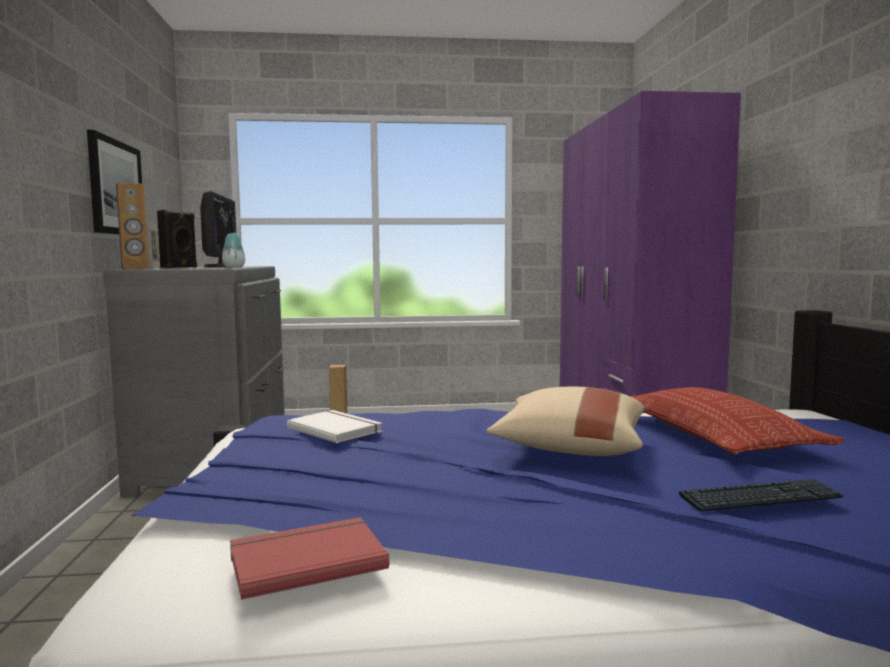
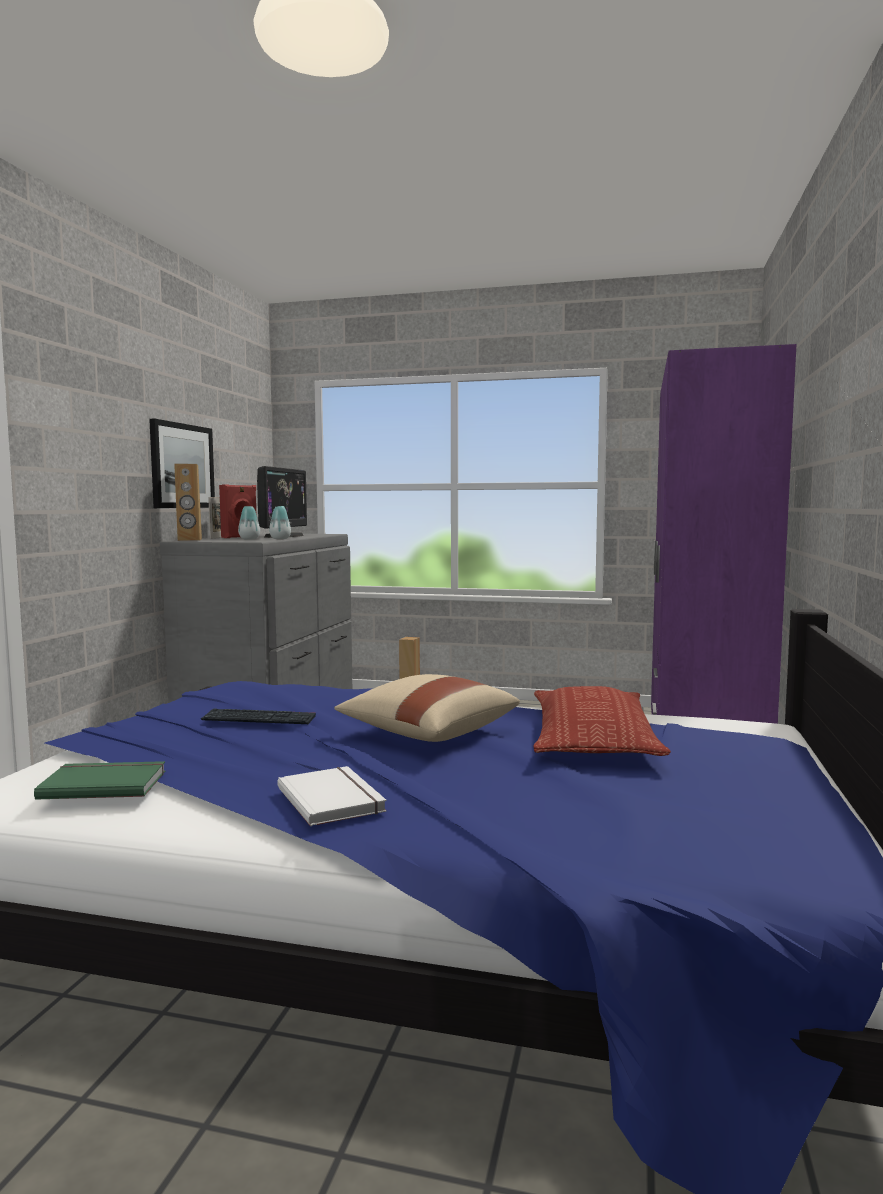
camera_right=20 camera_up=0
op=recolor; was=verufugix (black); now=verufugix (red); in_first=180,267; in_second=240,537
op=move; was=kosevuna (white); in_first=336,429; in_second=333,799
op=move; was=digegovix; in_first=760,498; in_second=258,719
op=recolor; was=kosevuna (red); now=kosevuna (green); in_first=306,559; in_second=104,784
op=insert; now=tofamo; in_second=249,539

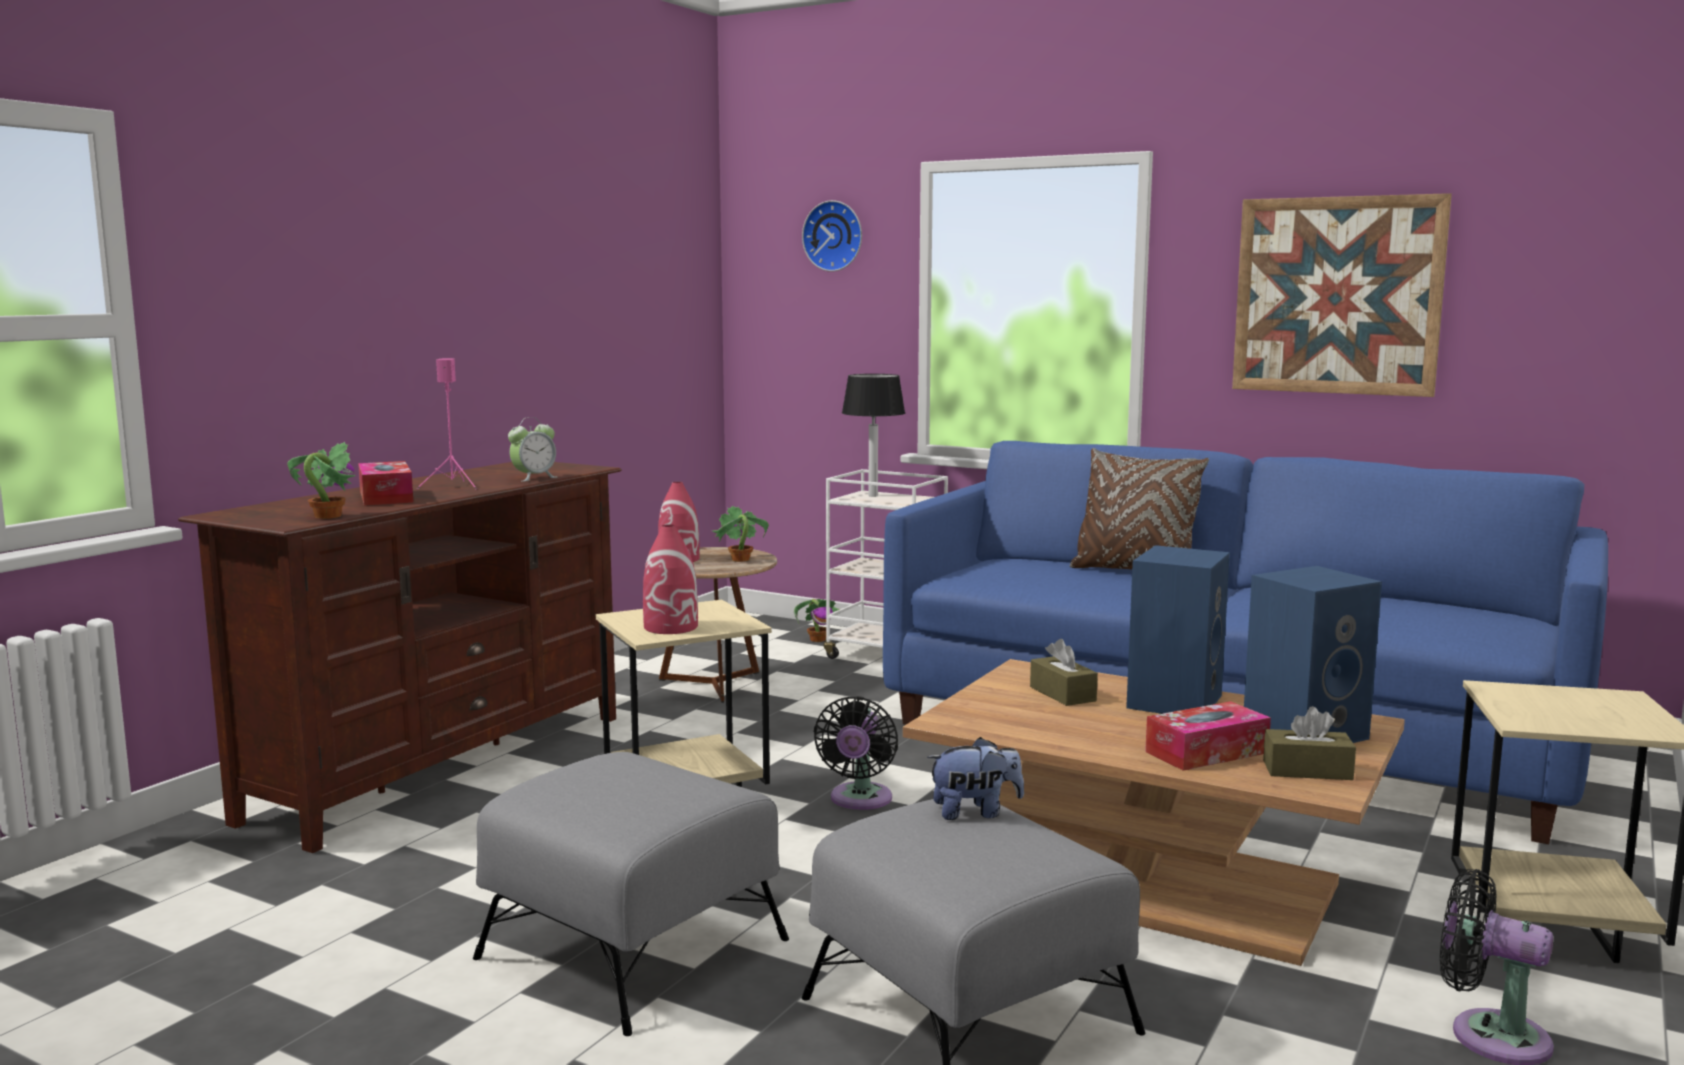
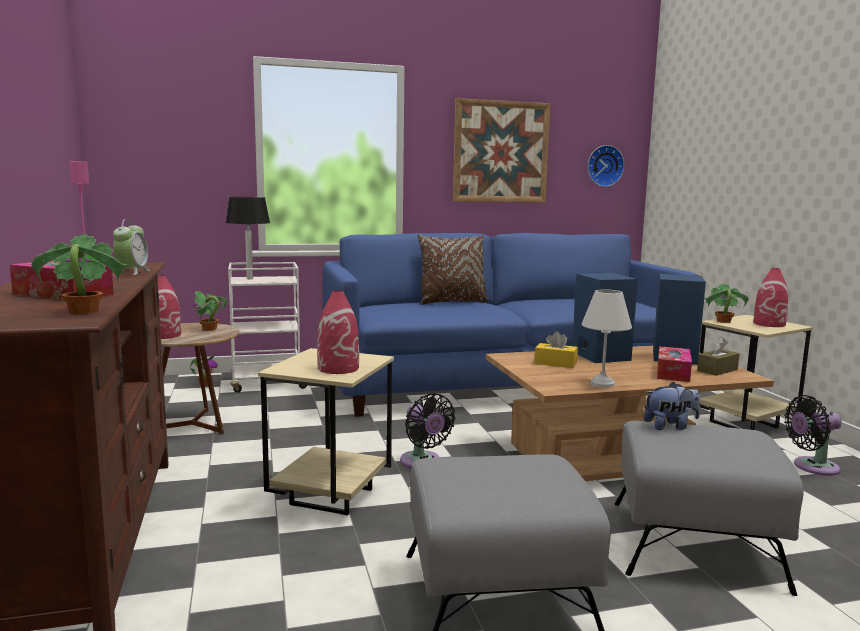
camera_right=-45 camera_up=0
op=move; was=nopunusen; in_first=834,236; in_second=604,166
op=recolor; was=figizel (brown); now=figizel (yellow); in_first=1062,694; in_second=555,363
op=rotate; was=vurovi; in_first=975,812; in_second=670,426; clockwise=45
op=insert; now=tofamo (red); in_second=769,324
op=insert; now=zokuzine; in_second=723,321
op=insert; now=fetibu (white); in_second=601,384

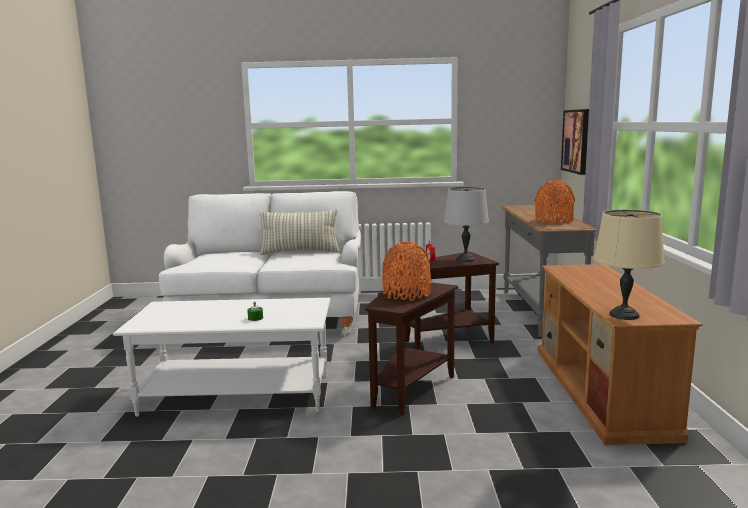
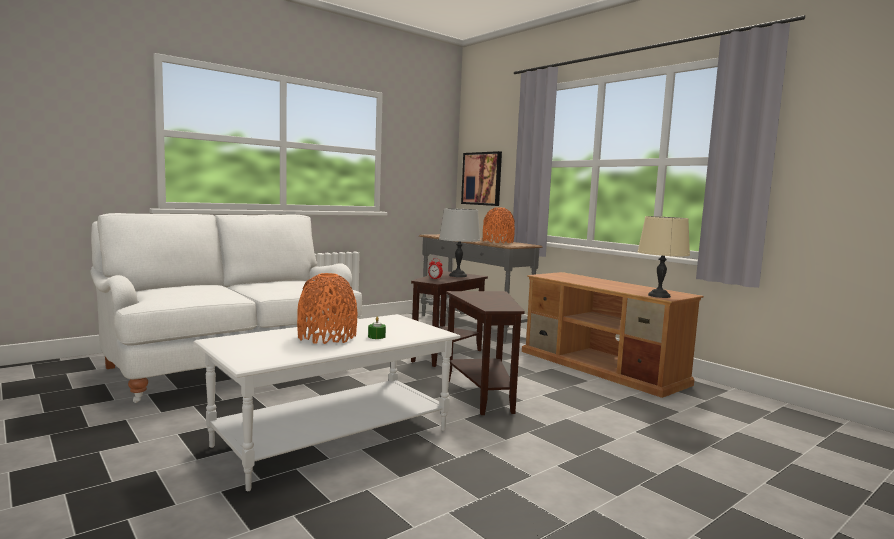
camera_right=-40 camera_up=-5
op=delete; was=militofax; in_first=300,252
op=move; was=tofamo (orange); in_first=406,294; in_second=327,337

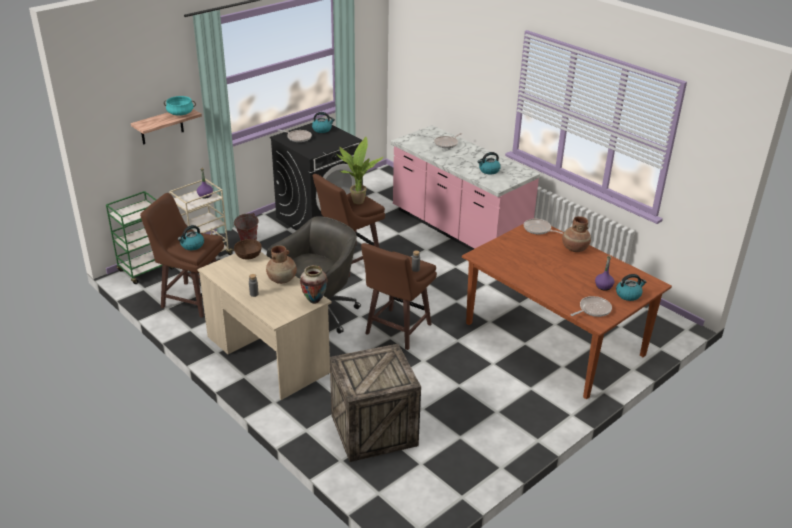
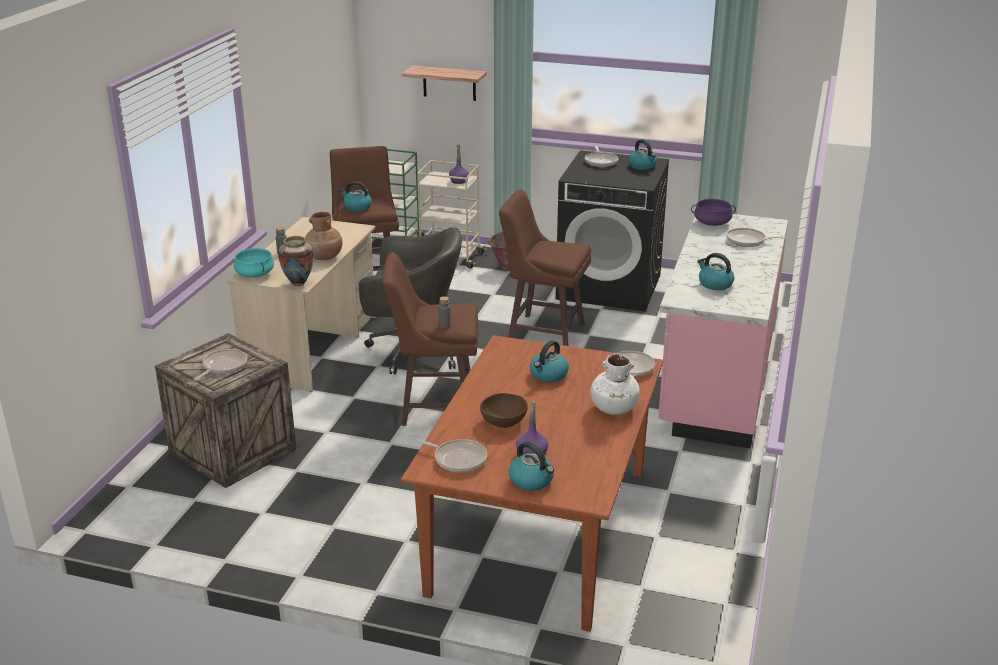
camera_right=60 camera_up=-5
op=move; was=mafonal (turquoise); in_first=180,113; in_second=255,274
op=delete; was=zokuzine; in_first=356,201
op=recolor; was=tofamo (brown); now=tofamo (white); in_first=574,248; in_second=613,408
op=move; was=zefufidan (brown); in_first=248,256; in_second=504,421
op=insert; now=mafonal (purple); in_second=712,223
op=insert; now=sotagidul; in_second=548,375
op=insert; now=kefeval; in_second=223,366

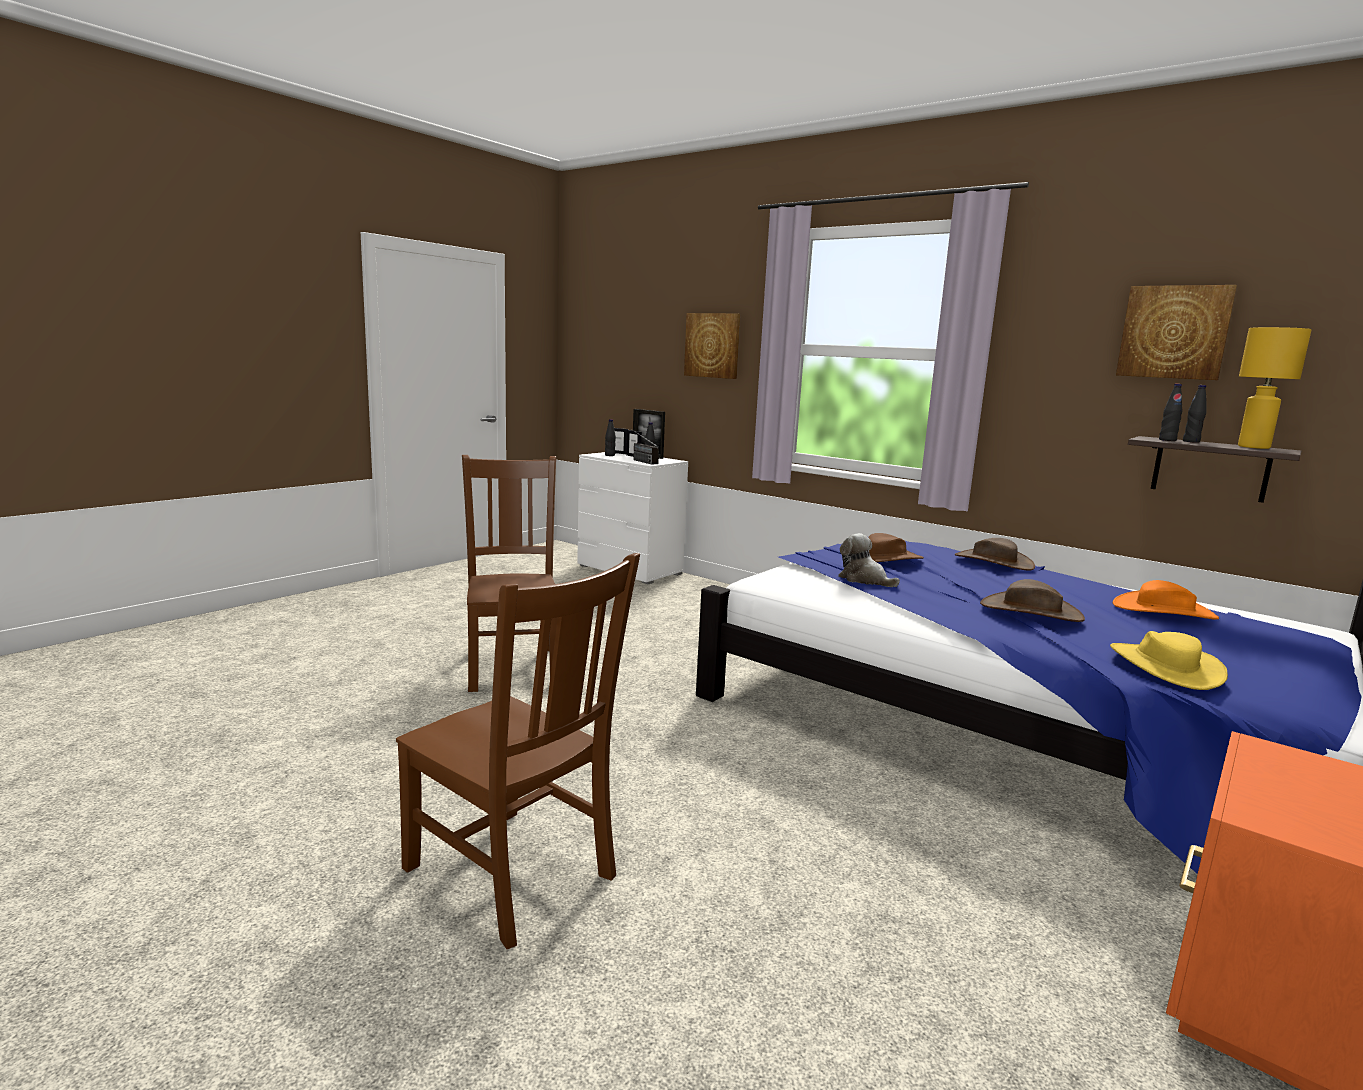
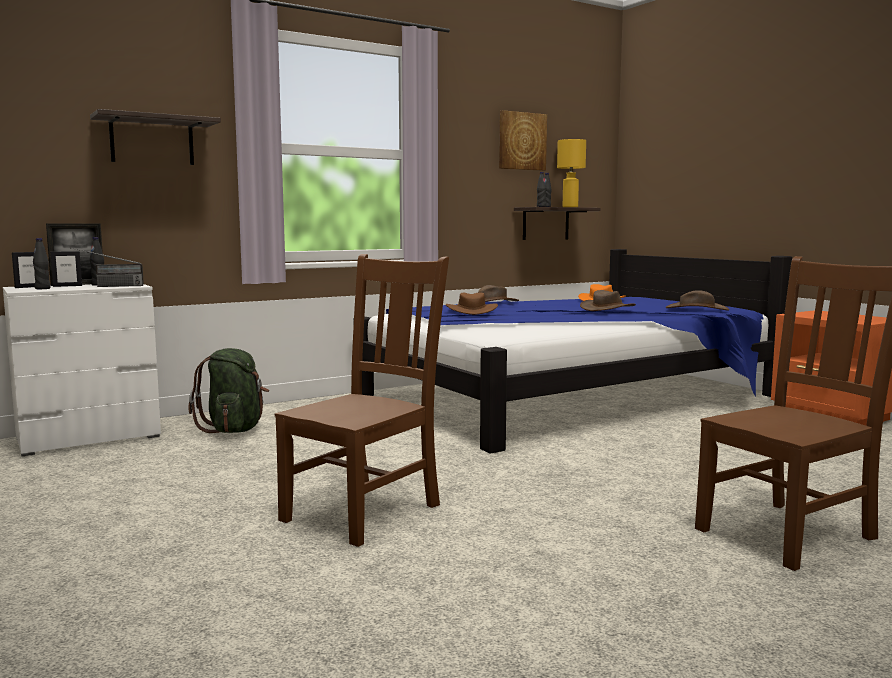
camera_right=-70 camera_up=-5
op=replace; was=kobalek; now=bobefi; in_first=713,345; in_second=152,141
op=rotate; was=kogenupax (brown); in_first=513,666; in_second=365,511; clockwise=120
op=delete; was=vurovi; in_first=864,580
op=recolor; was=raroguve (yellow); now=raroguve (brown); in_first=1165,666; in_second=697,309
op=insert; now=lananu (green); in_second=234,430

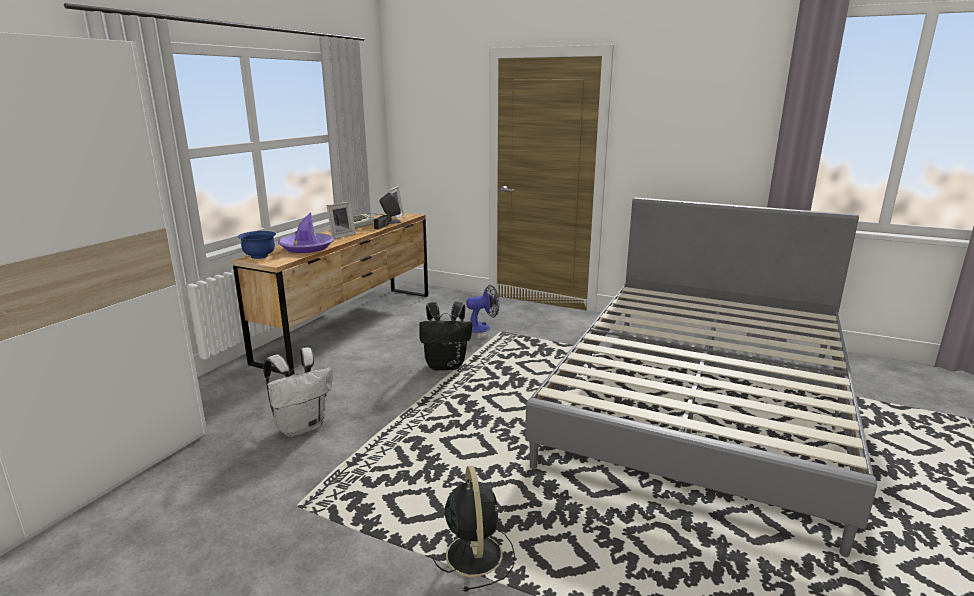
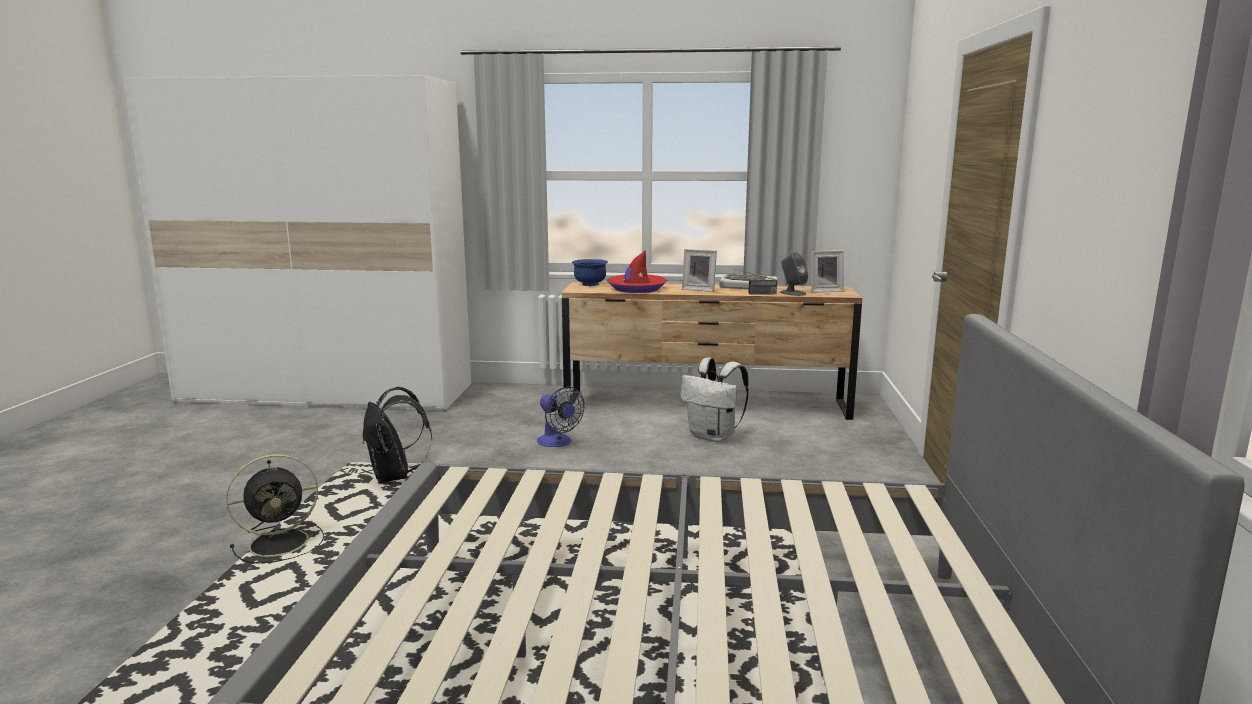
camera_right=70 camera_up=-5
op=recolor; was=raroguve (purple); now=raroguve (red); in_first=307,248; in_second=636,289
op=move; was=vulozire; in_first=482,327; in_second=558,442
op=move; was=lananu (black); in_first=446,365; in_second=394,476
op=move; was=lananu (white); in_first=301,426; in_second=713,436

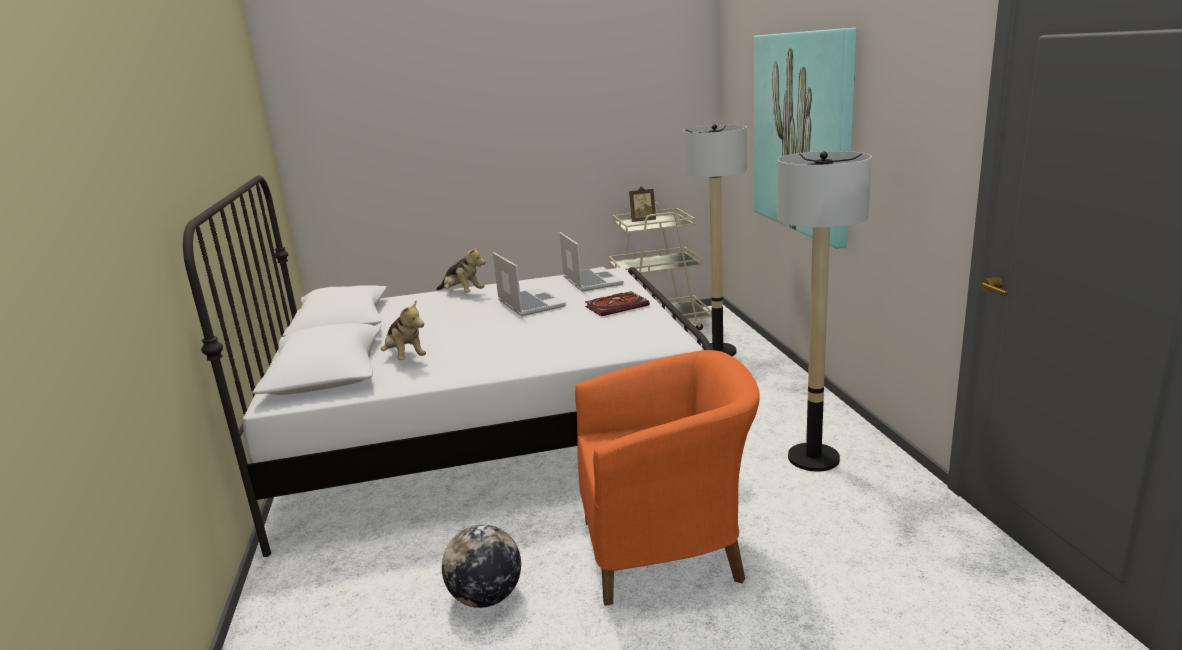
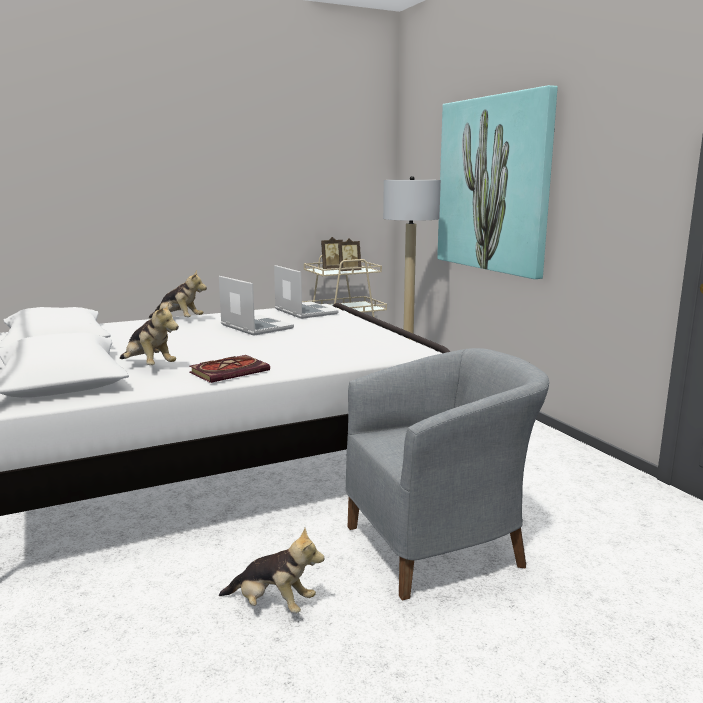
camera_right=-15 camera_up=-5
op=delete; was=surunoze; in_first=814,458
op=move; was=kosevuna; in_first=617,306; in_second=230,371
op=recolor; was=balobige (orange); now=balobige (grey); in_first=668,549; in_second=440,545
op=replace; was=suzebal; now=vurovi; in_first=486,597; in_second=272,605
op=insert; now=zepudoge; in_second=348,271

